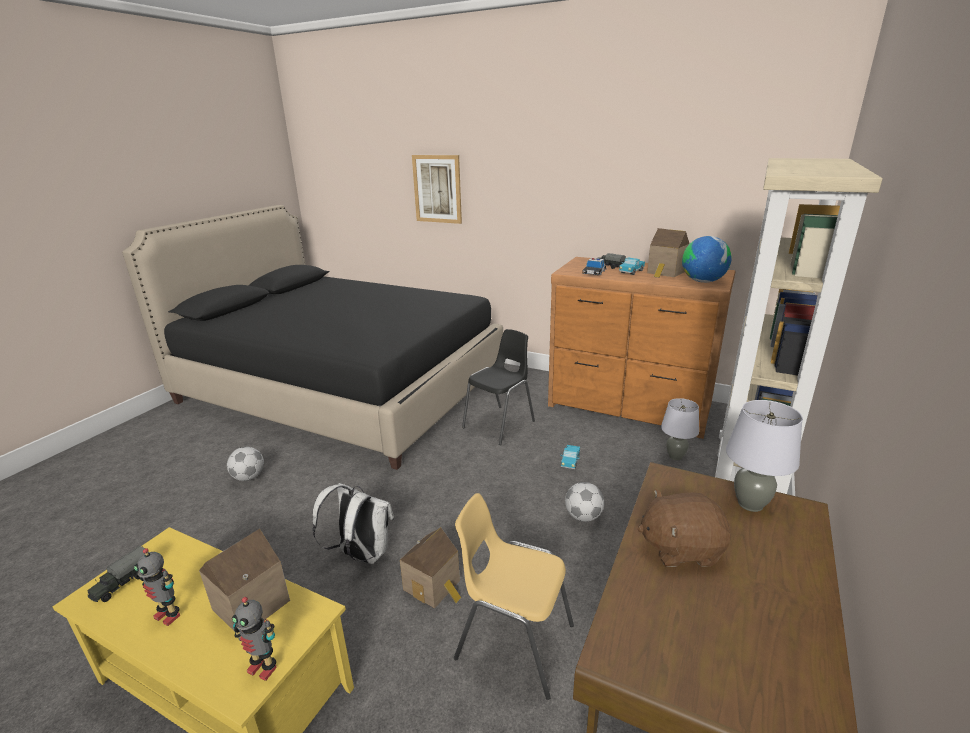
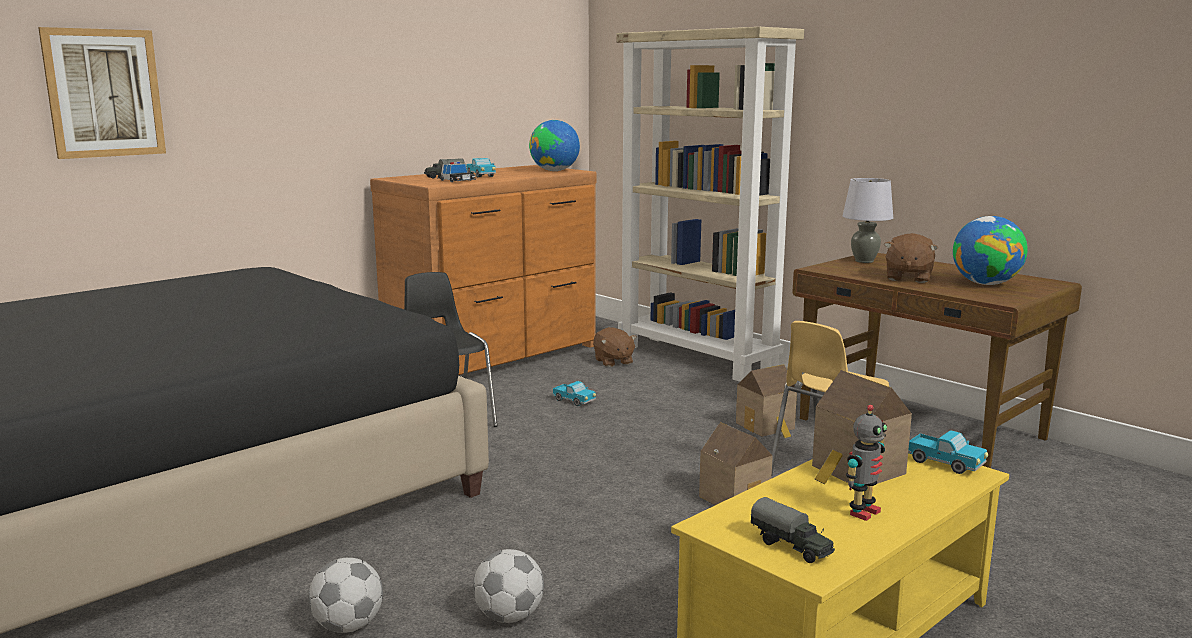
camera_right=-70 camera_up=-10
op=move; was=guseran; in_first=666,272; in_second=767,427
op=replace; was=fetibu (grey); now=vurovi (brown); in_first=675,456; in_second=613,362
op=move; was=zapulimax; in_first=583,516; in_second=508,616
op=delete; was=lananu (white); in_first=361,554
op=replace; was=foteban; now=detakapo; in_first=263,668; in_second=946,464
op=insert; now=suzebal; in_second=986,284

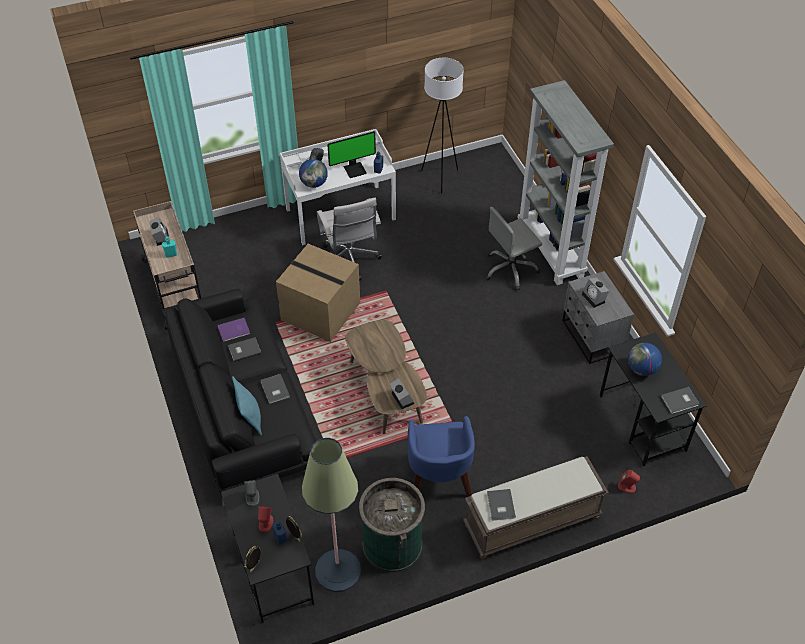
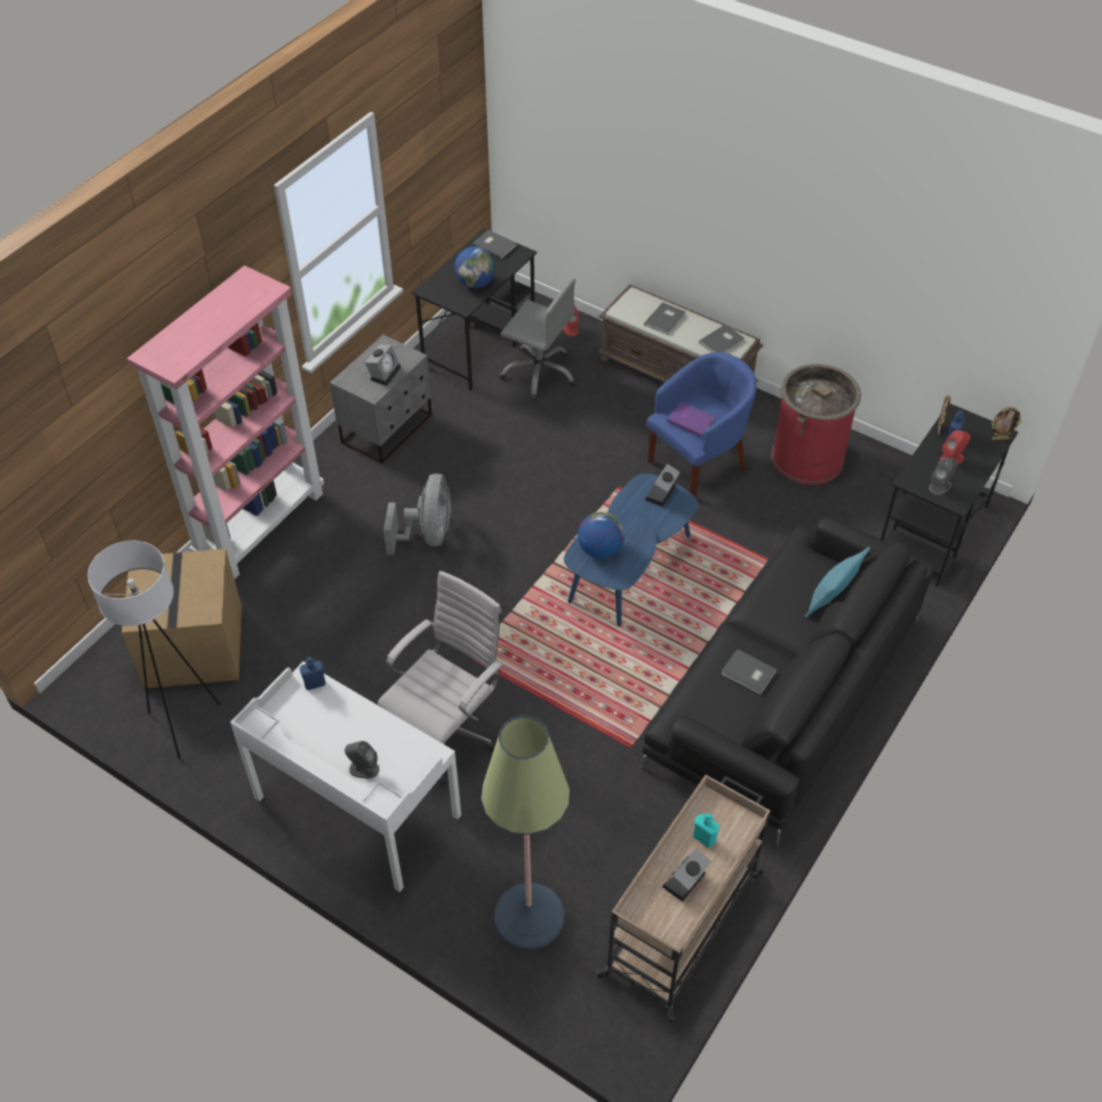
camera_right=-125 camera_up=0
op=recolor; was=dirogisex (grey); now=dirogisex (pink); in_first=551,251; in_second=261,526
op=delete; was=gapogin; in_first=355,169
op=move; was=suzebal; in_first=314,183; in_second=600,550
op=move; was=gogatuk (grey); in_first=510,269; in_second=539,373
op=move; was=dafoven; in_first=322,311; in_second=192,645
op=move; was=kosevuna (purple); in_first=234,331; in_second=690,420
op=recolor; was=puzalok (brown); now=puzalok (blue); in_first=386,390; in_second=629,568
op=move; was=kosevuna (grey); in_first=274,390; in_second=666,319
op=move; was=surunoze; in_first=338,571; in_second=529,916
op=recolor; was=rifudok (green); now=rifudok (red); in_first=392,545; in_second=807,458
op=insert; now=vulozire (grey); in_second=428,535

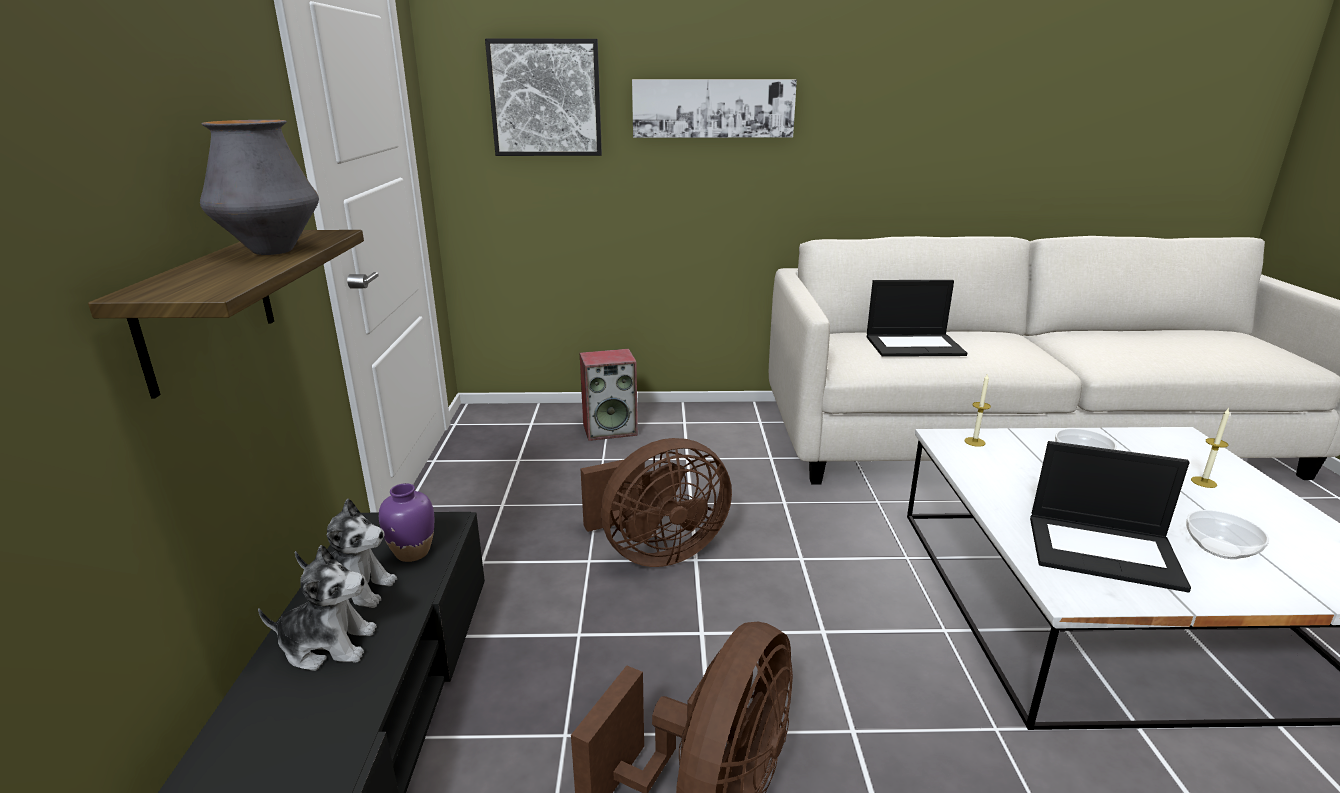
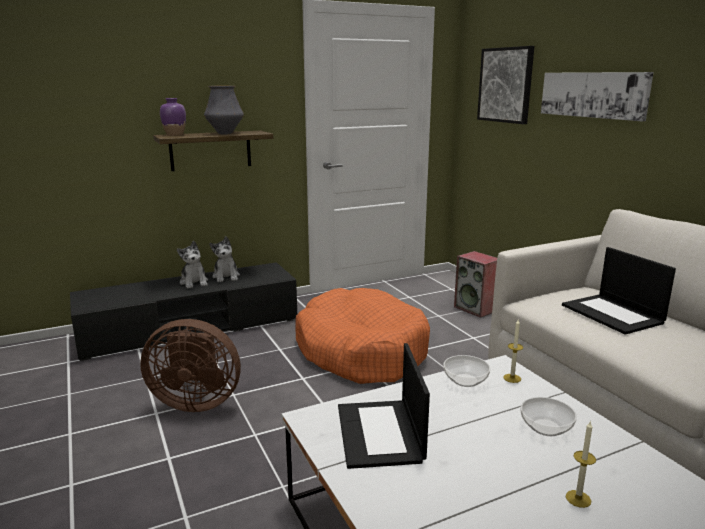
camera_right=65 camera_up=-5
op=replace; was=vulozire (brown); now=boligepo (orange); in_first=656,552; in_second=361,351
op=move; was=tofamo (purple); in_first=412,552; in_second=174,135
op=move; was=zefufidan; in_first=1221,548; in_second=466,381

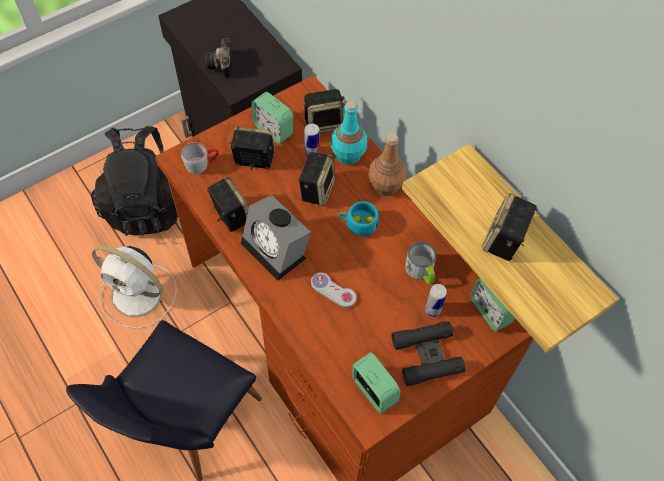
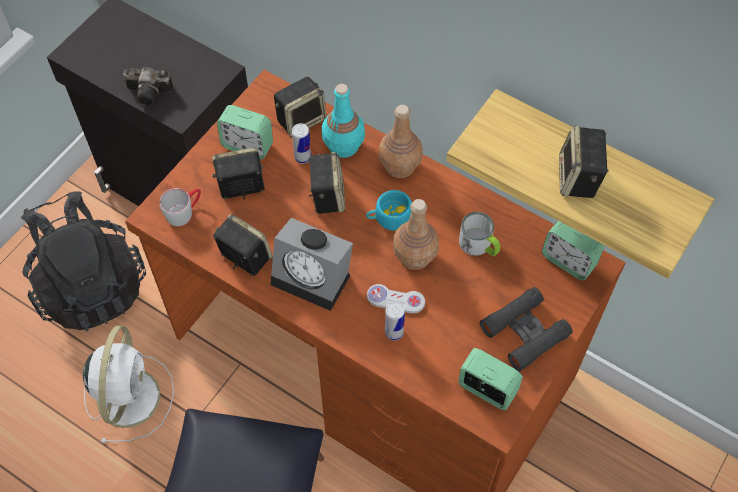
camera_right=-20 camera_up=0
op=rotate; was=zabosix; in_first=222,66; in_second=151,92; clockwise=-60
op=rotate; was=vulozire (white); in_first=139,295; in_second=129,395; clockwise=-90
op=move; was=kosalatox; in_first=433,310; in_second=394,332
op=insert; now=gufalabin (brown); in_second=415,255

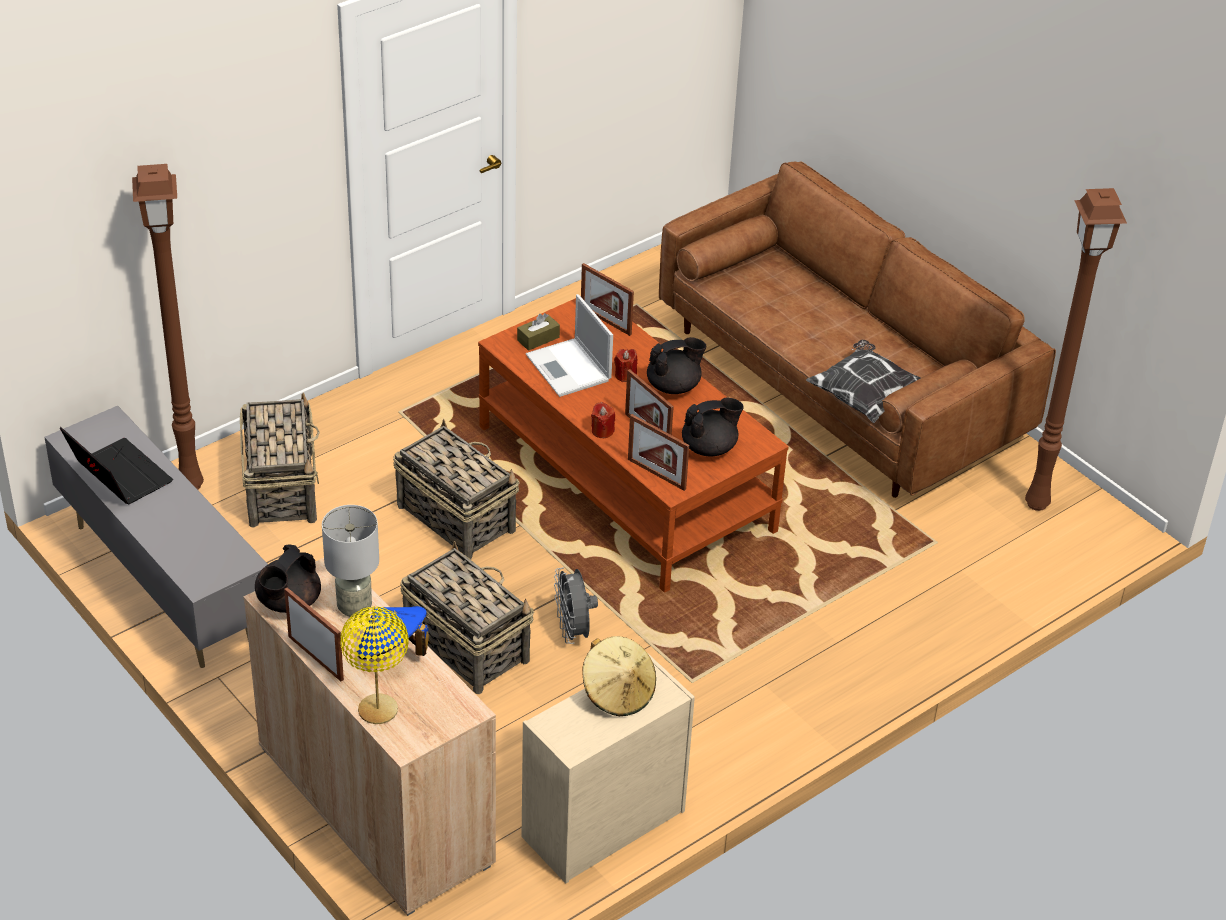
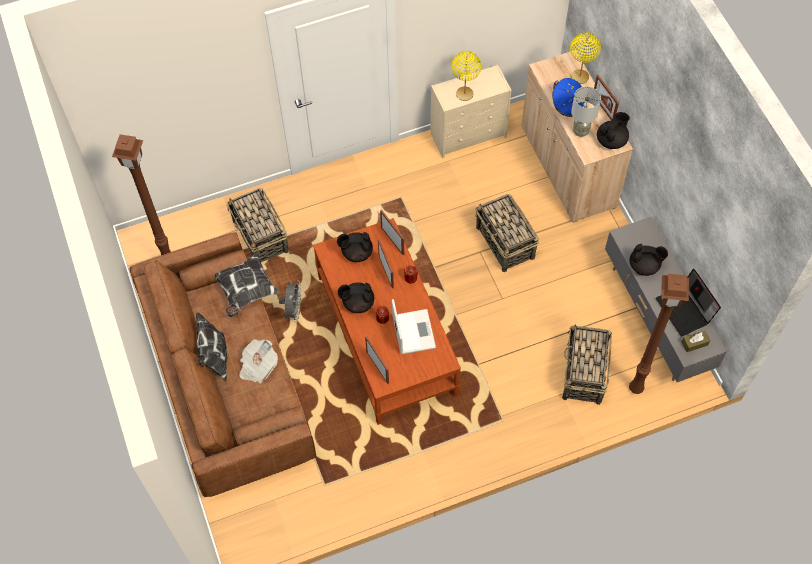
camera_right=-160 camera_up=20
op=move; was=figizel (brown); in_first=538,339; in_second=694,343
op=move; was=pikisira; in_first=455,517; in_second=261,237
op=move; was=vulozire (grey); in_first=573,632; in_second=293,310
op=replace; was=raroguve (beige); now=fetibu (yellow); in_first=618,693; in_second=464,94
op=insert; now=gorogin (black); in_second=644,266
op=insert; now=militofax; in_second=215,359
op=insert; now=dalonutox; in_second=258,366

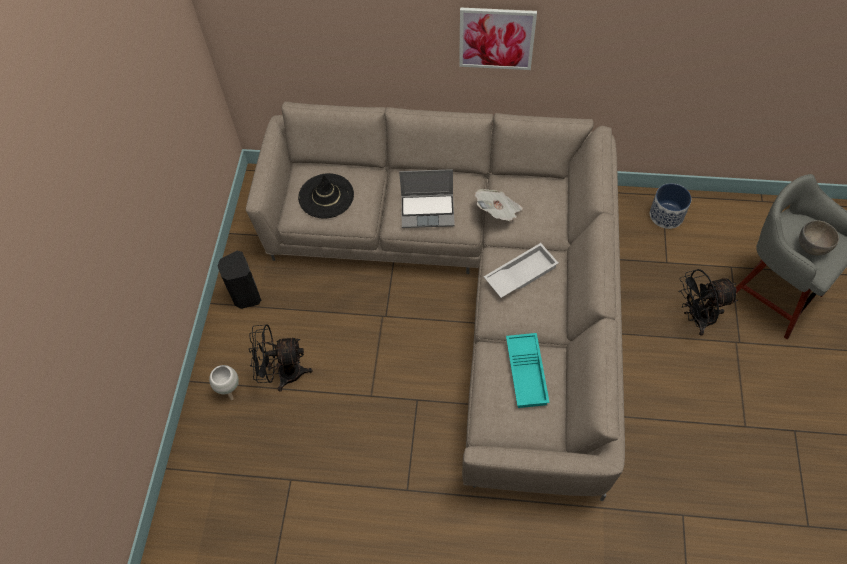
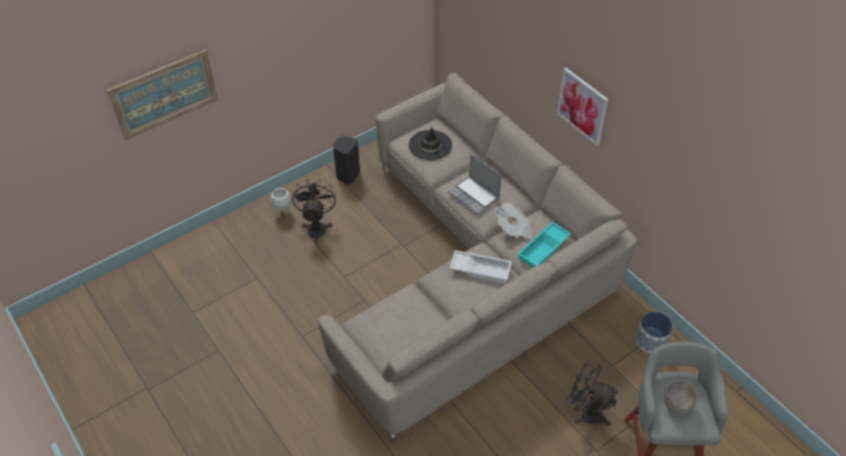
camera_right=45 camera_up=-10
op=rotate; was=vulozire (black); in_first=283,373; in_second=317,227; clockwise=45
op=move; was=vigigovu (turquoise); in_first=527,373; in_second=544,249
op=insert; now=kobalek; in_second=164,94

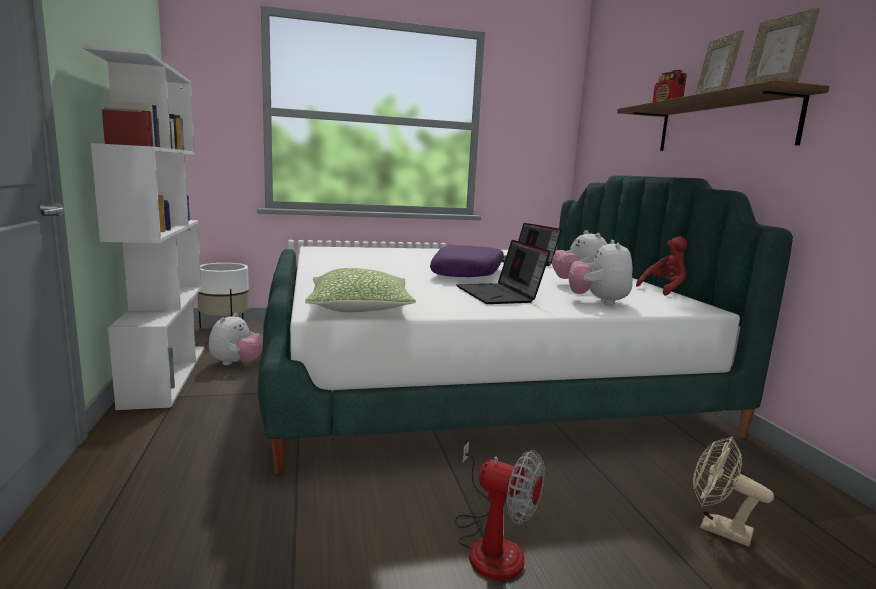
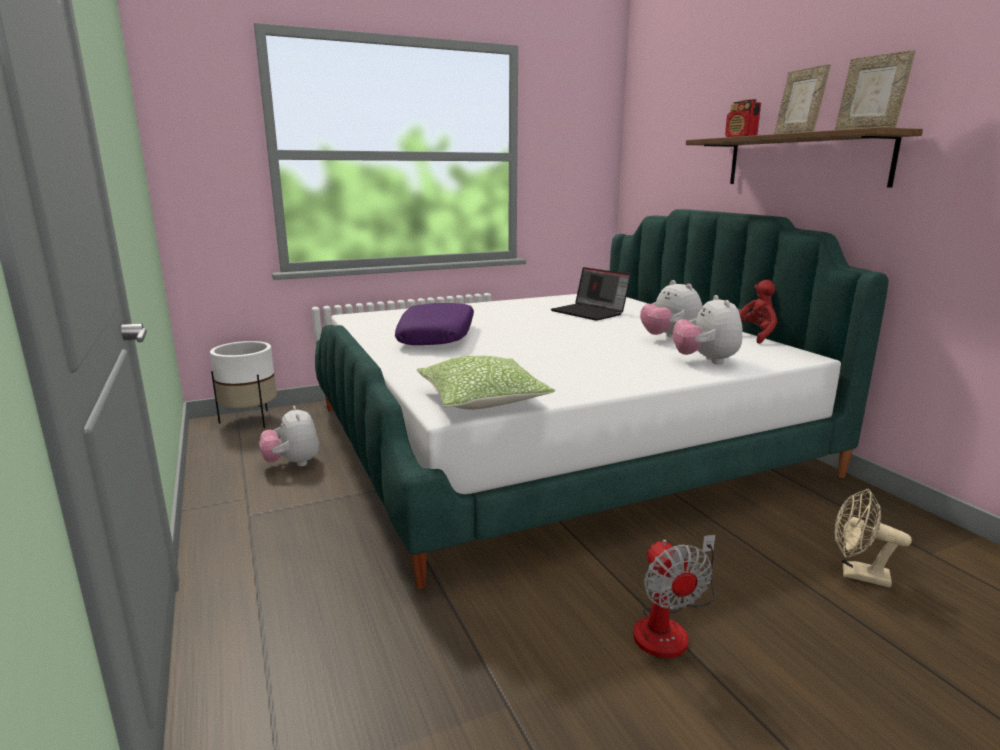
camera_right=-10 camera_up=5
op=delete; was=dirogisex (white); in_first=165,374
op=delete; was=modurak; in_first=500,295
op=move; was=militofax (purple); in_first=469,273; in_second=438,336
op=rotate; was=vurovi; in_first=236,363; in_second=292,463; clockwise=150
op=rotate; was=vulozire; in_first=490,544; in_second=669,626; clockwise=60

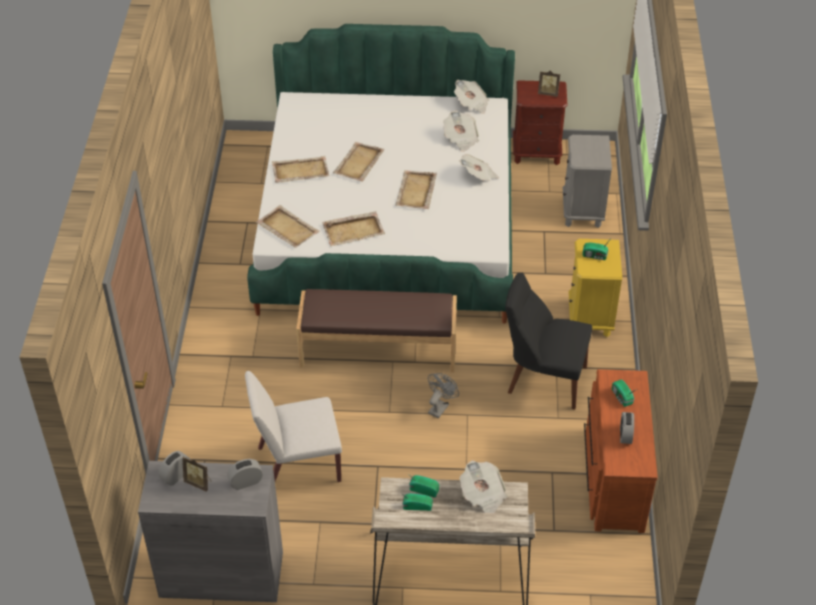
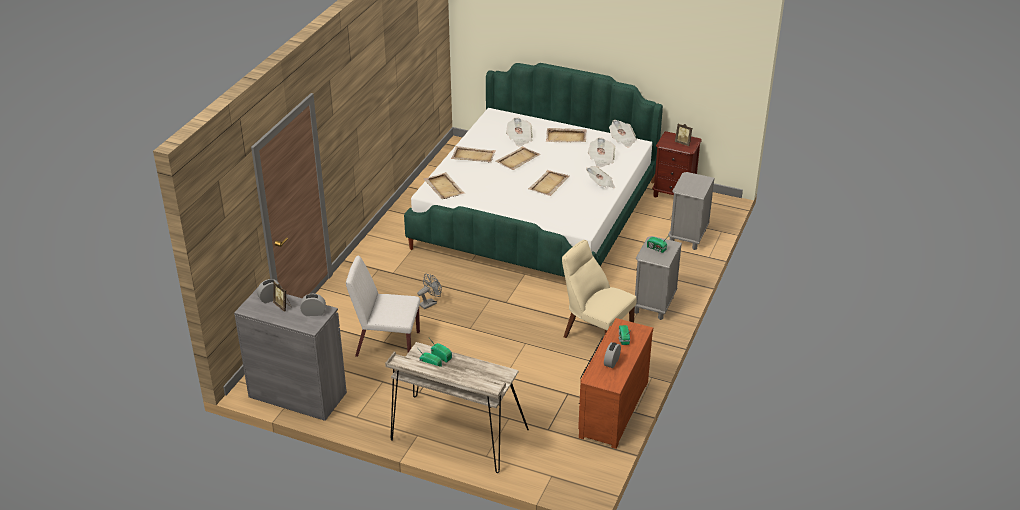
camera_right=20 camera_up=-10
op=move; was=vigigovu (beige); in_first=354,230; in_second=566,137
op=recolor; was=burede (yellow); now=burede (grey); in_first=590,318; in_second=653,305
op=recolor; was=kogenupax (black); now=kogenupax (beige); in_first=543,379; in_second=595,334
op=delete; was=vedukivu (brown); in_first=378,349
op=move; was=vulozire (grey); in_first=440,407; in_second=430,303
op=move; was=dalonutox; in_first=483,495; in_second=519,139

